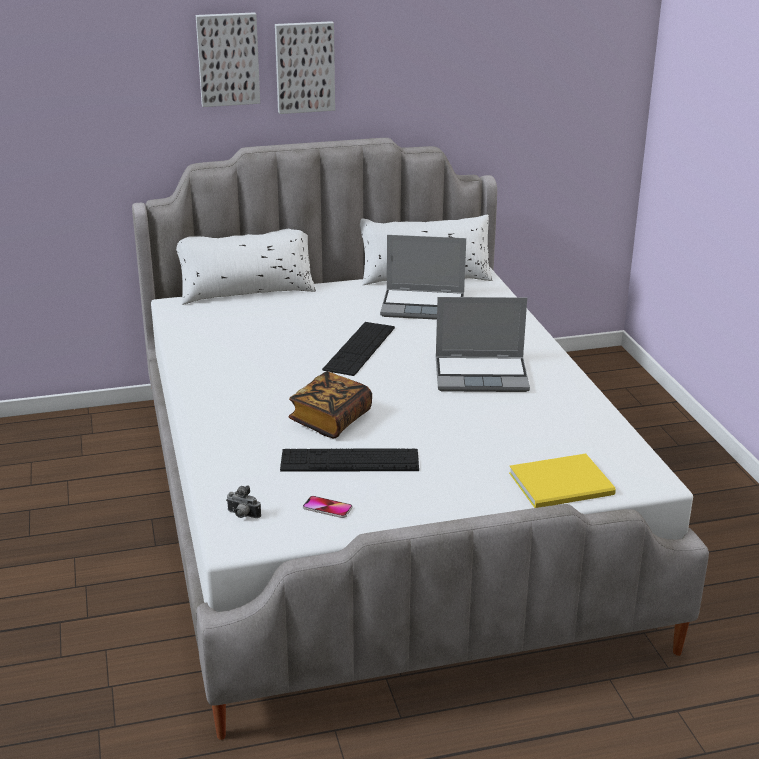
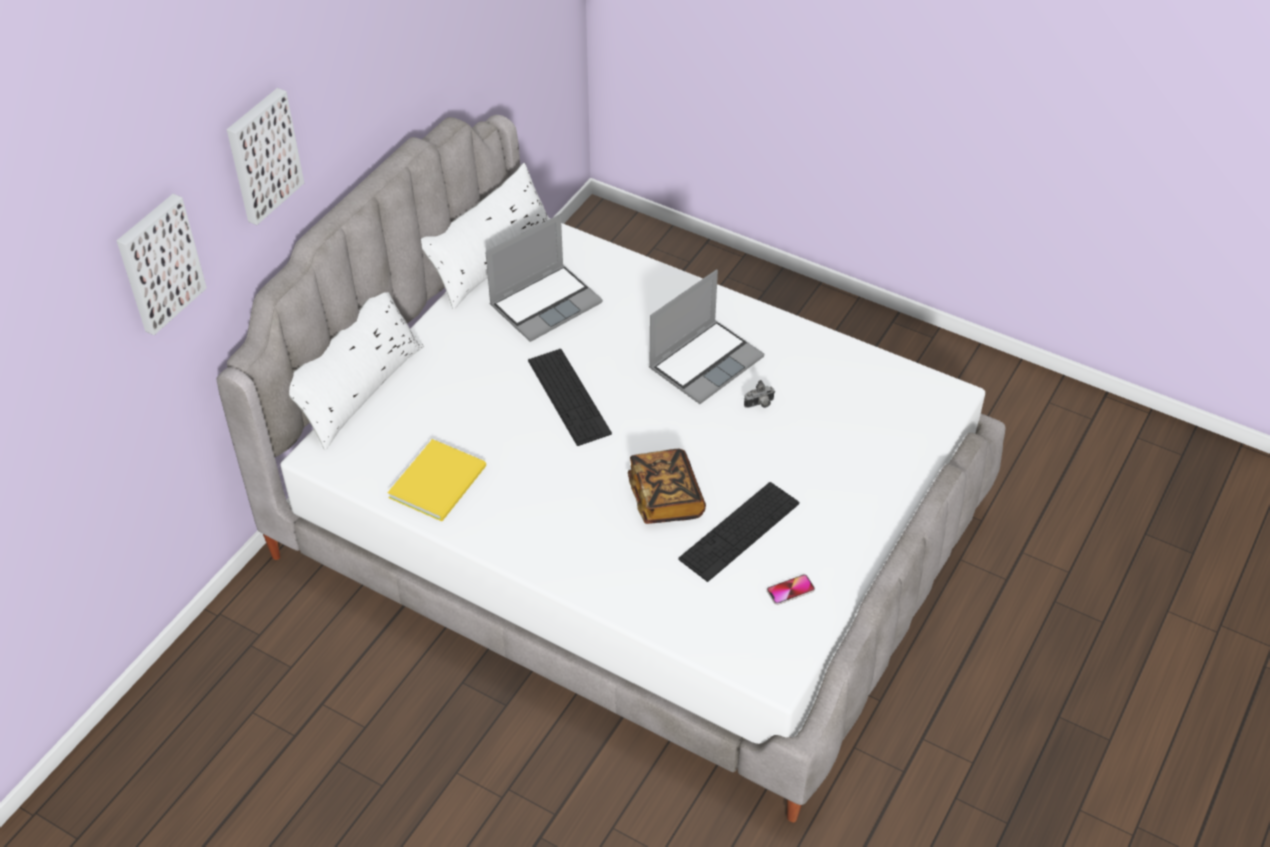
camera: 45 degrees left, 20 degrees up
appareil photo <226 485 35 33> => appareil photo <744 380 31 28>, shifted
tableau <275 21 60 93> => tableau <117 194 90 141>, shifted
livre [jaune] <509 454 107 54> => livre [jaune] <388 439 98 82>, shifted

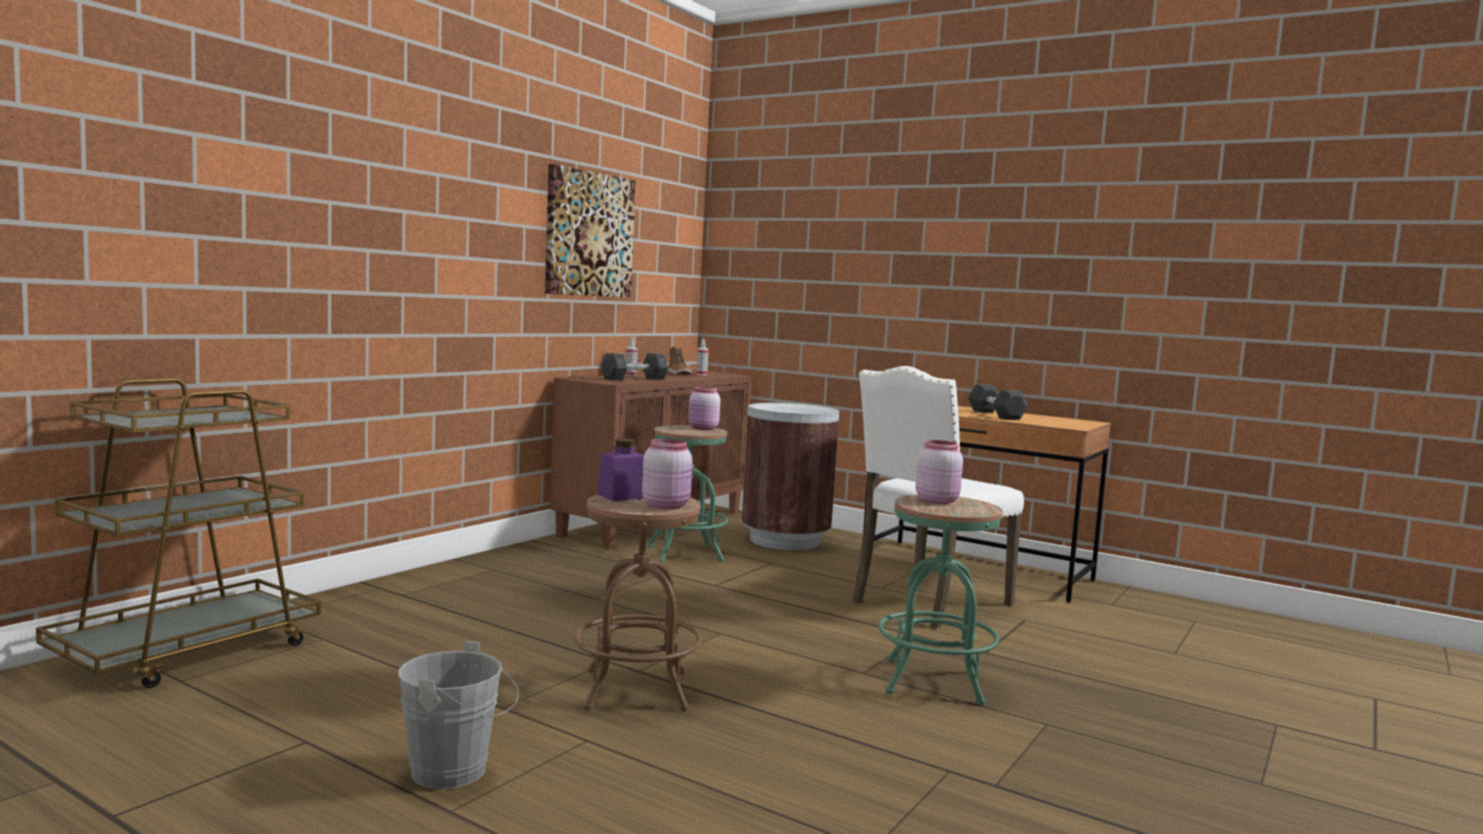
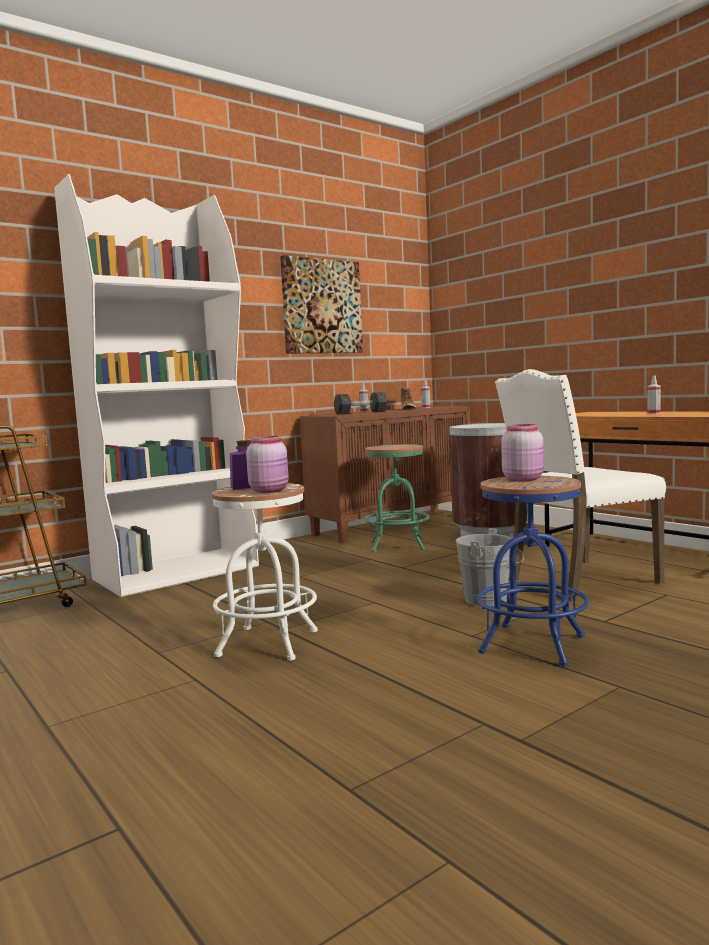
camera: 20 degrees right, 0 degrees up
seau [gris] <398 641 121 148> => seau [gris] <455 528 69 78>, shifted
tabouret [marron] <574 494 128 217> => tabouret [blanc] <211 483 107 178>
bocal [rose] <689 387 31 43> => nothing
tabouret [vert] <878 495 125 210> => tabouret [bleu] <476 476 113 190>
haltère [gris] <968 384 60 36> => vaporisateur <647 375 14 39>
nothing => bibliothèque [blanc] <54 174 205 423>

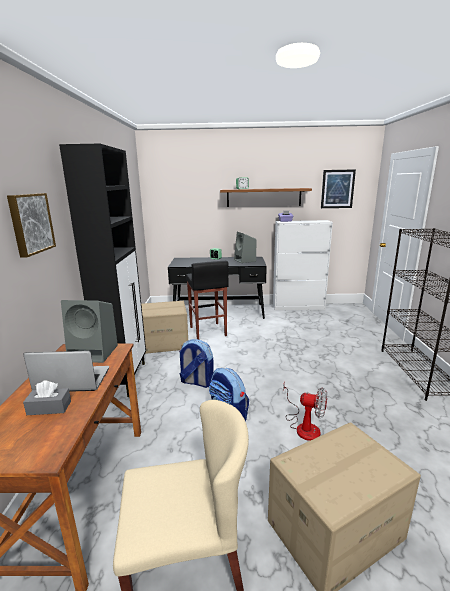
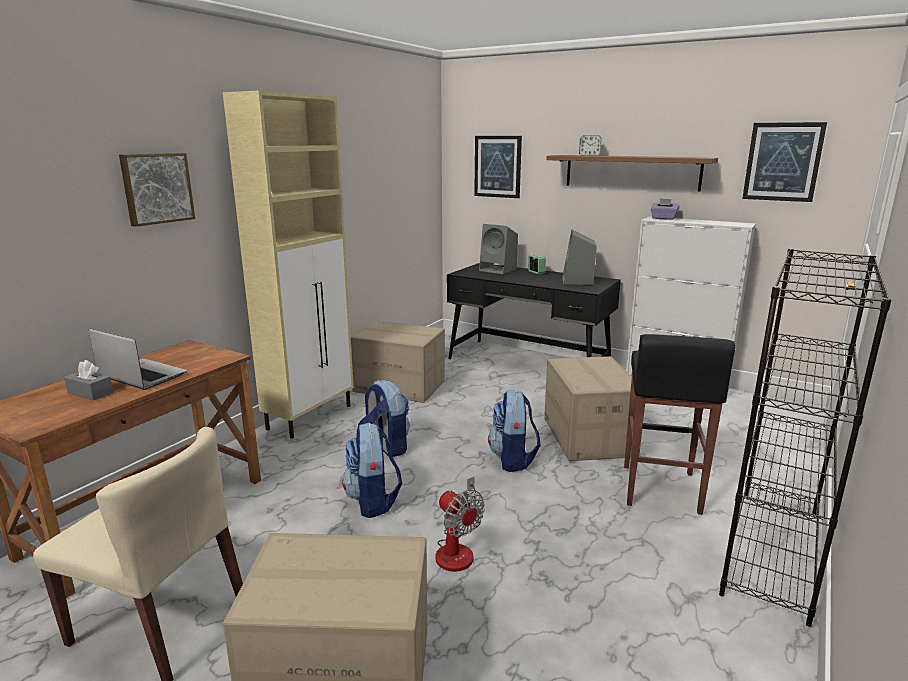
camera: 30 degrees right, 0 degrees up
meuble de rangement [noir] <59 144 87 253> => meuble de rangement [beige] <223 90 131 349>
enceinte [gris] <61 300 57 63> => enceinte [gris] <479 224 39 50>, shifted
tabouret [noir] <186 261 43 78> => tabouret [noir] <624 334 111 181>, shifted
nothing => tableau <474 136 48 62>
nothing => sac à dos <488 389 53 83>
nothing => carton <544 356 100 105>

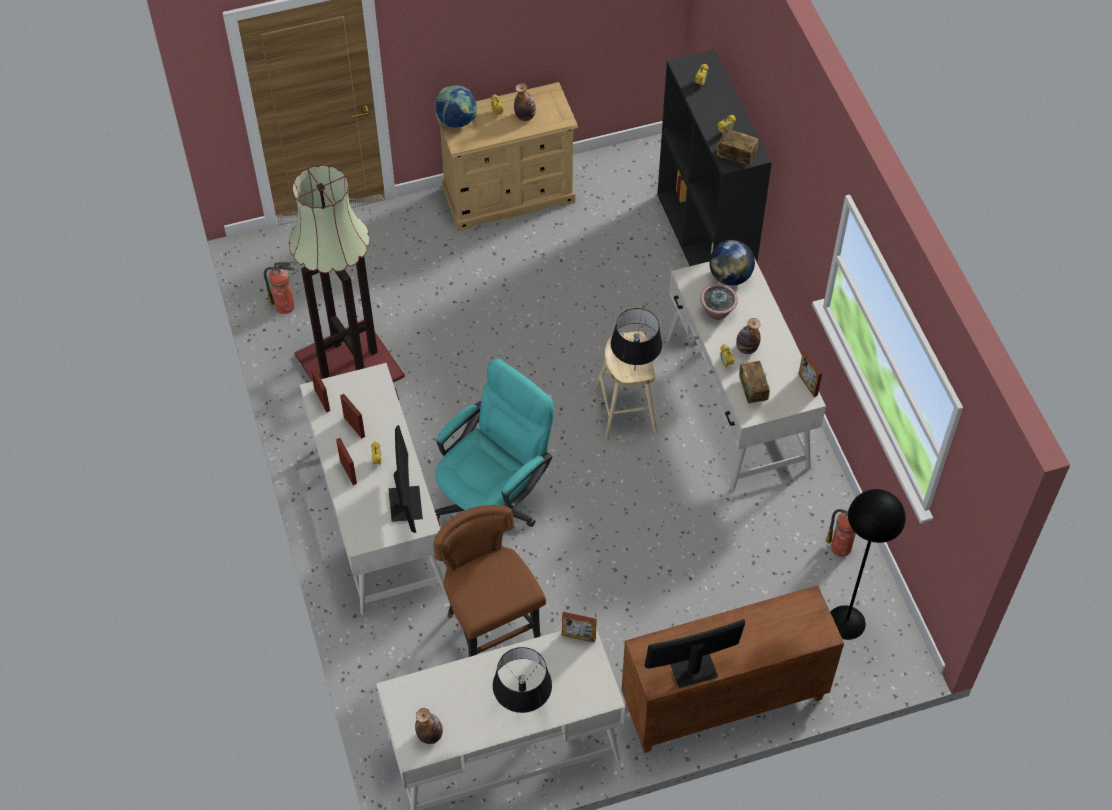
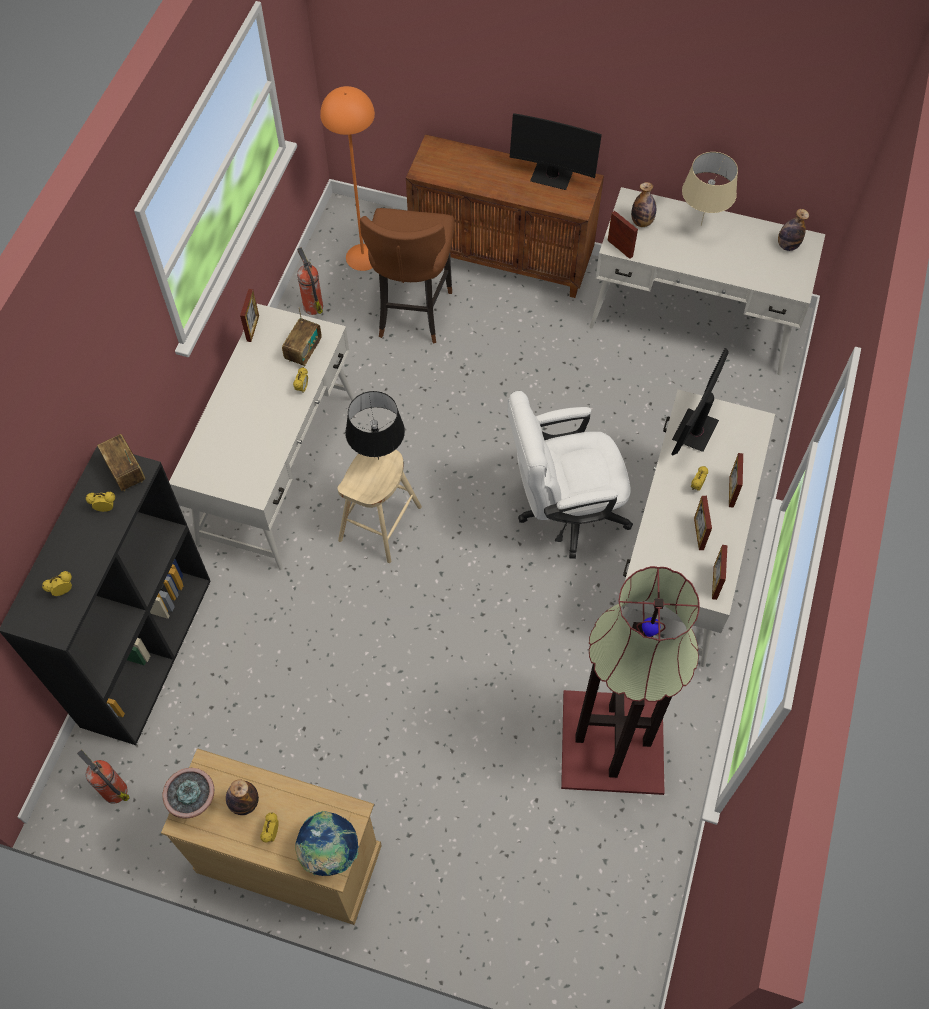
camera: 145 degrees left, 5 degrees up
extincteur <264 262 31 52> => extincteur <77 750 52 54>, shifted
tabouret [marron] <434 505 112 152> => tabouret [marron] <360 208 95 136>, shifted
chaise de bureau [turquoise] <435 359 119 168> => chaise de bureau [blanc] <508 391 125 168>
lampe de table [noir] <493 647 59 66> => lampe de table [beige] <682 152 56 73>
plante en pot <700 284 38 36> => plante en pot <162 768 52 50>, shifted
globe <709 240 46 46> => nothing
bouteille <736 318 25 36> => bouteille <631 182 25 45>, shifted
lampadaire [noir] <830 489 76 151> => lampadaire [orange] <320 86 55 185>

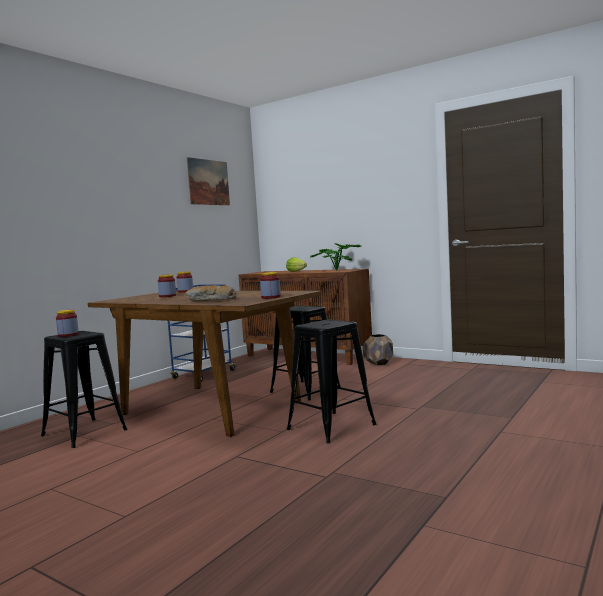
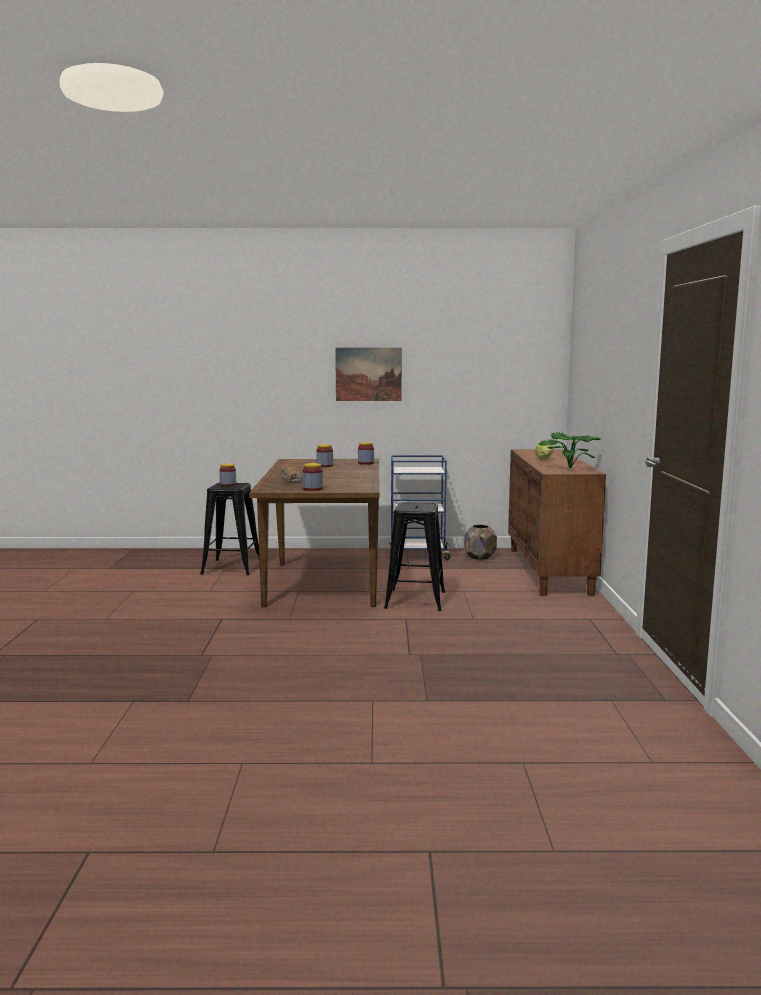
camera: 55 degrees right, 5 degrees up
tableau <187 157 43 48> => tableau <335 348 67 53>, shifted
tabouret [noir] <287 320 89 124> => nothing
cache-pot [marron] <364 334 29 31> => cache-pot [marron] <464 525 33 35>, shifted

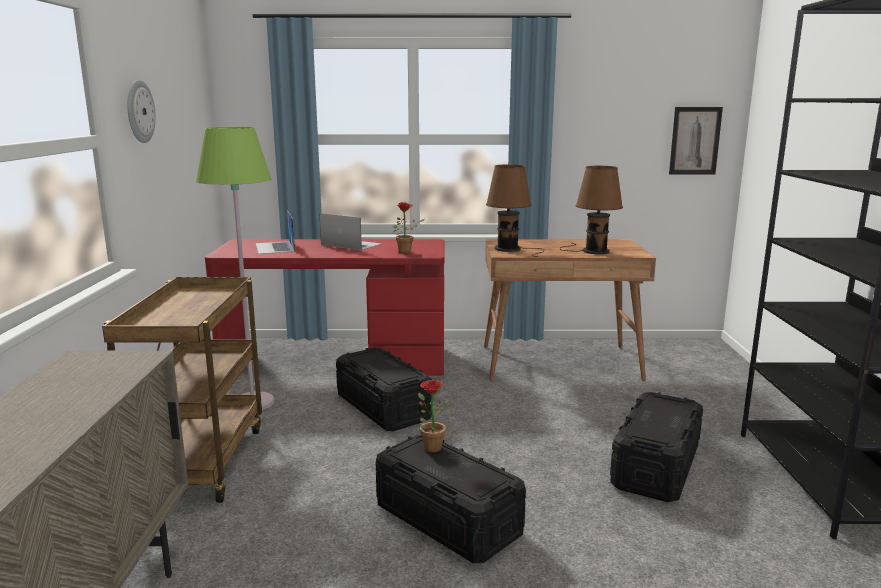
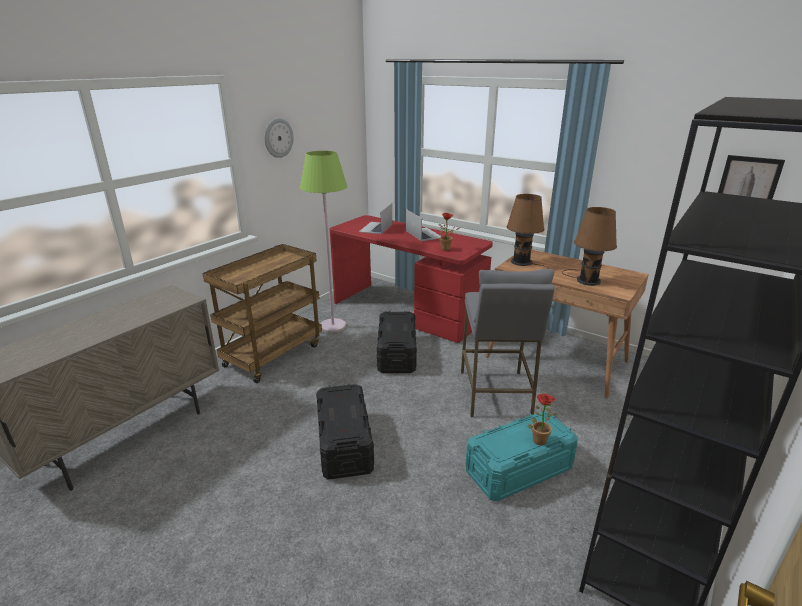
camera: 35 degrees right, 10 degrees up
plante en pot <418 380 32 73> => plante en pot <528 394 29 51>, shifted
boîte de rangement [noir] <610 392 93 110> => boîte de rangement [turquoise] <465 411 113 90>
nothing => tabouret [gris] <461 269 94 148>

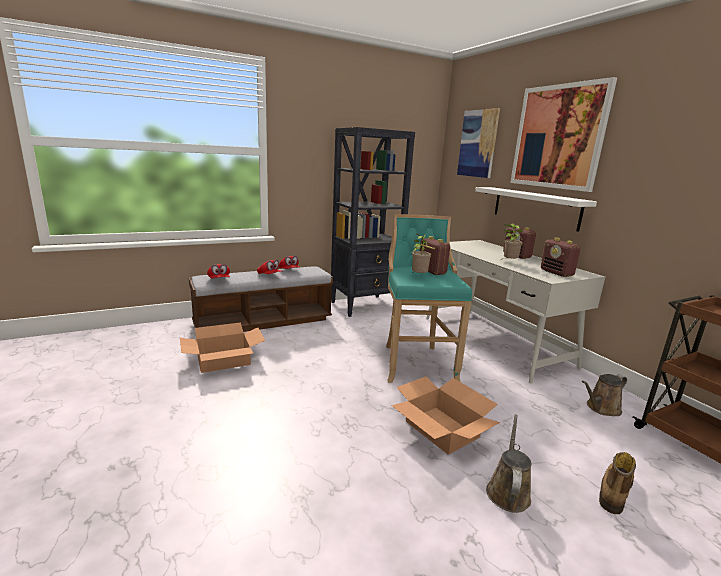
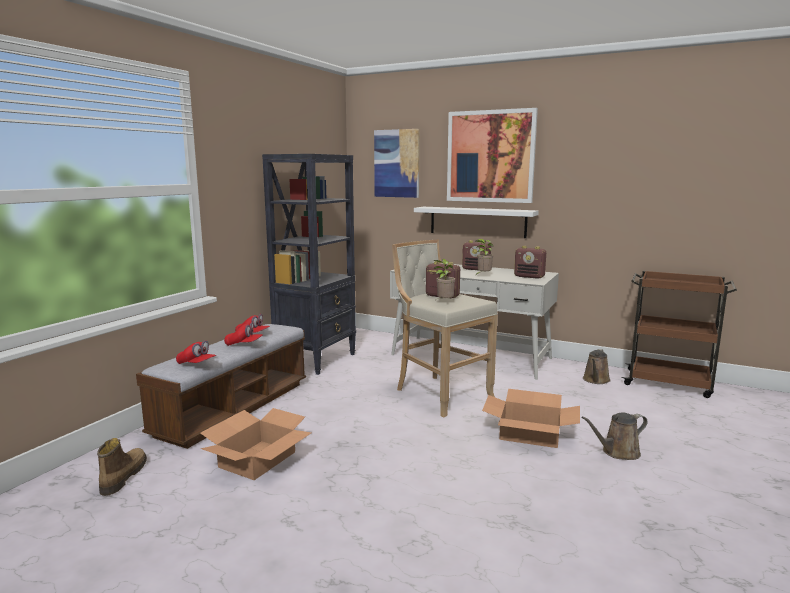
camera: 35 degrees left, 5 degrees down
tabouret [turquoise] <386 214 86 169> => tabouret [beige] <392 240 106 177>
arrosoir [marron] <486 415 45 98> => arrosoir [marron] <582 412 66 48>, 90 degrees counterclockwise
botte <599 452 37 62> => botte <97 438 50 58>, shifted

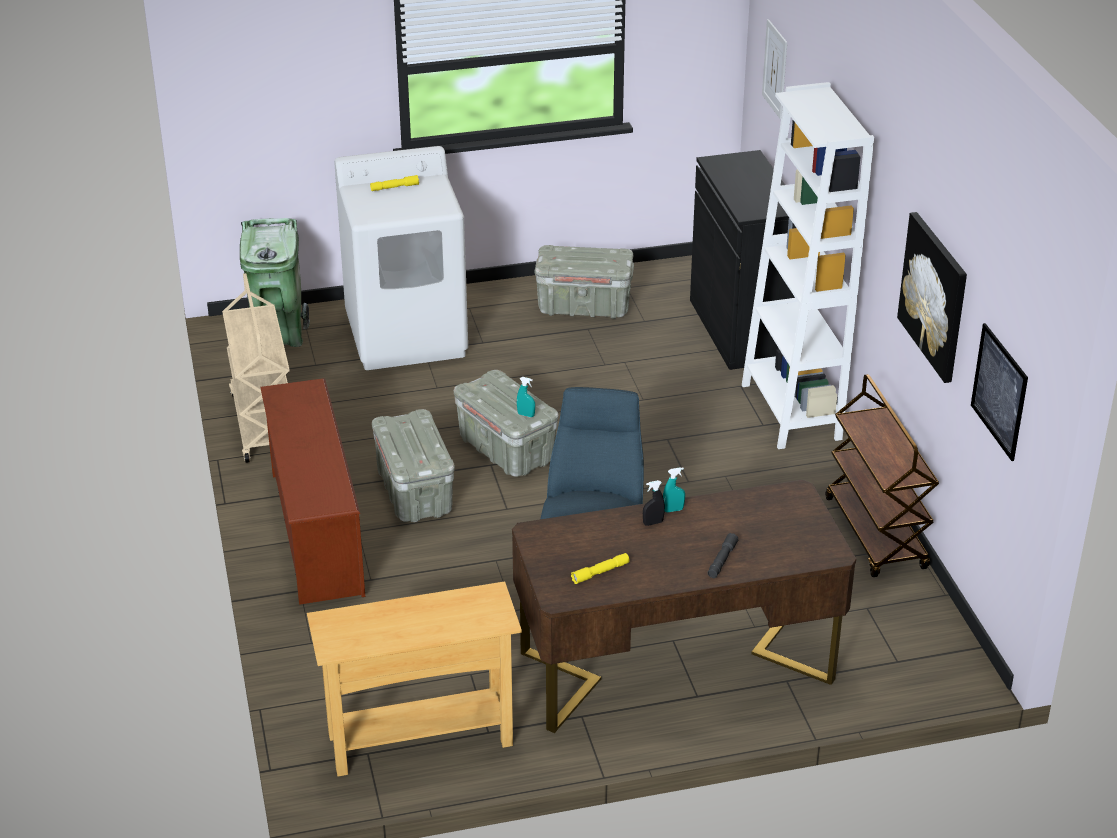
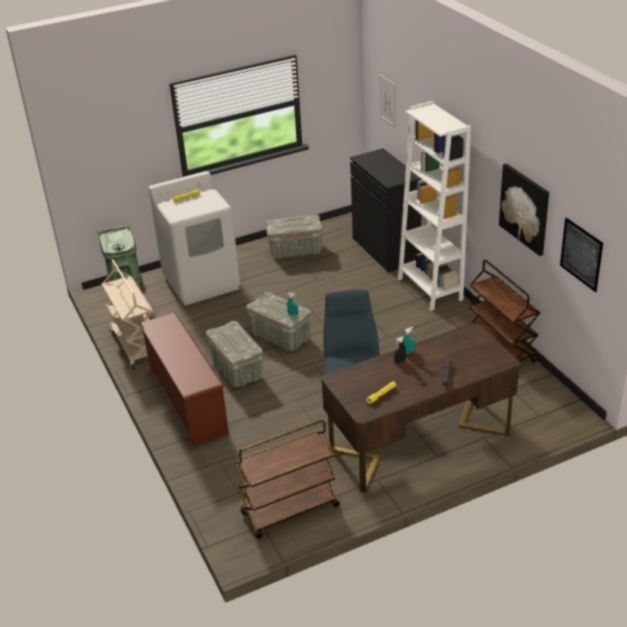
camera: 10 degrees left, 0 degrees up
table console [beige] <307 581 215 195> => chariot [marron] <235 420 105 119>

